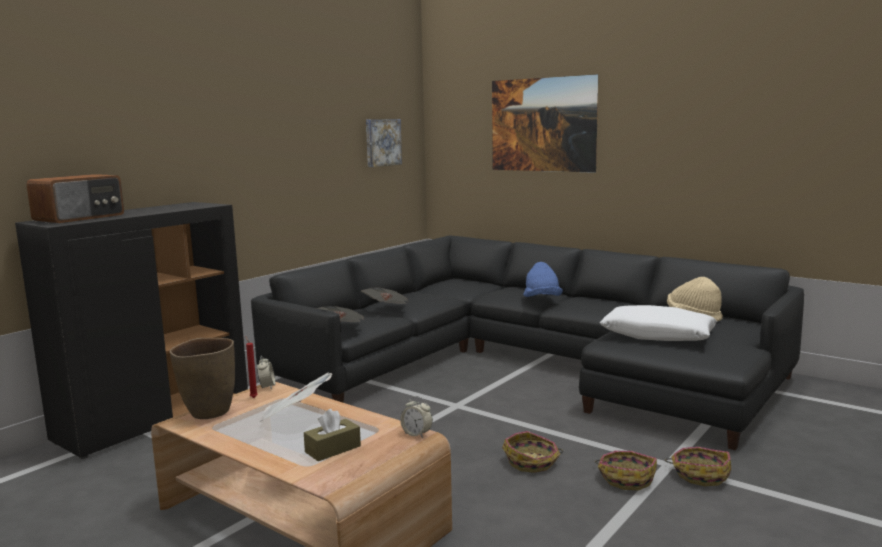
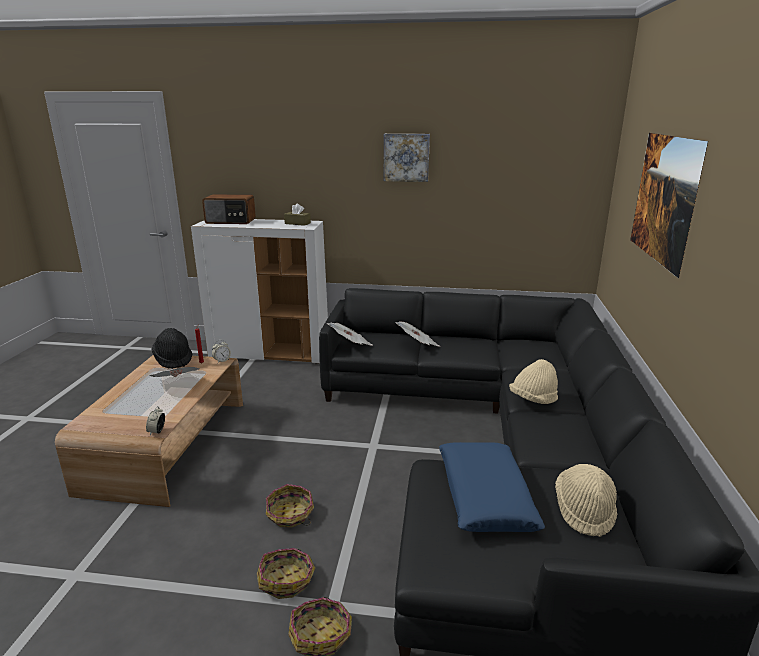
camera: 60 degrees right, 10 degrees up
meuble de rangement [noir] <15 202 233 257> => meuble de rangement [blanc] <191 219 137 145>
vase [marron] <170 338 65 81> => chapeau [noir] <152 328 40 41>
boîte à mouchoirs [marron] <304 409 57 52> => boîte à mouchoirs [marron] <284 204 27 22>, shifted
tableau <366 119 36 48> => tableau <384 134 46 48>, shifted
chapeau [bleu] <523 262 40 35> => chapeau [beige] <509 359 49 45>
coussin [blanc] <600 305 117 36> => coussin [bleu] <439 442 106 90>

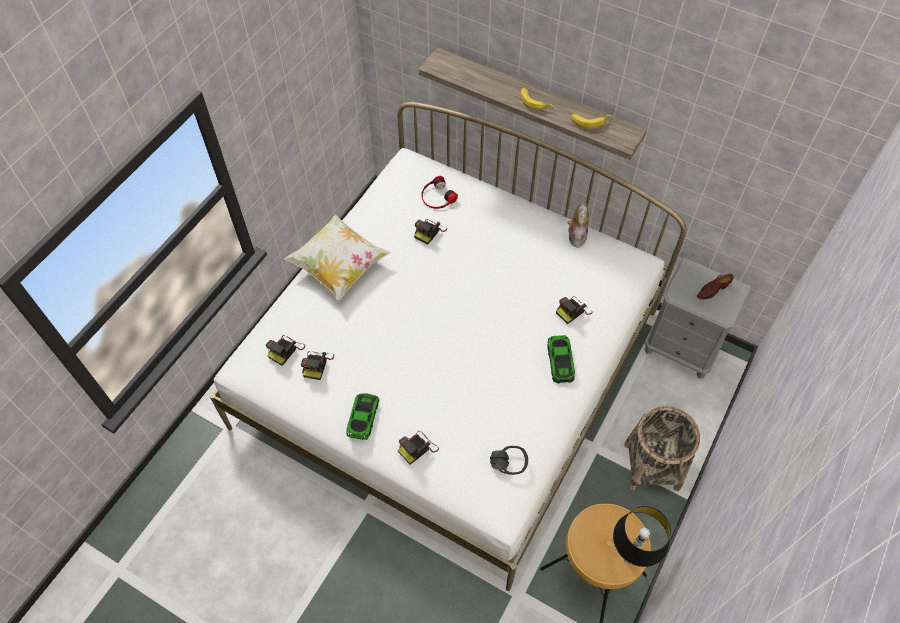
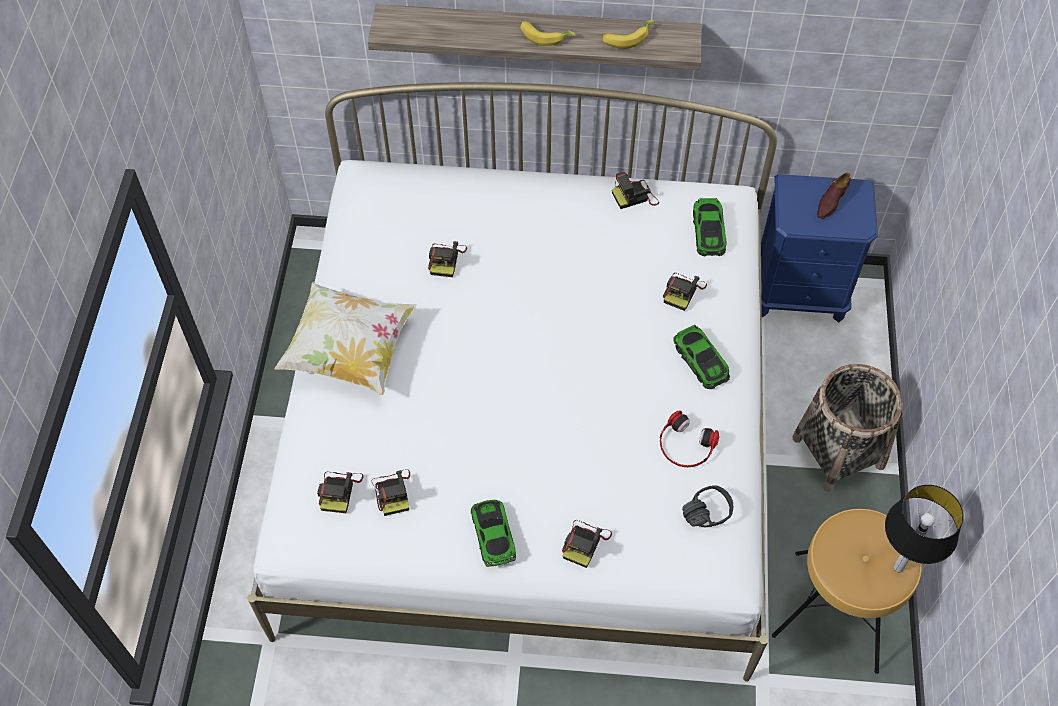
camera: 25 degrees left, 0 degrees up
casque audio <422 176 36 33> => casque audio <660 410 59 57>, shifted
peluche <568 201 21 47> => appareil photo <612 172 47 37>
table de chevet [gris] <644 258 108 121> => table de chevet [bleu] <761 174 117 149>
nothing => petite voiture <693 198 33 58>

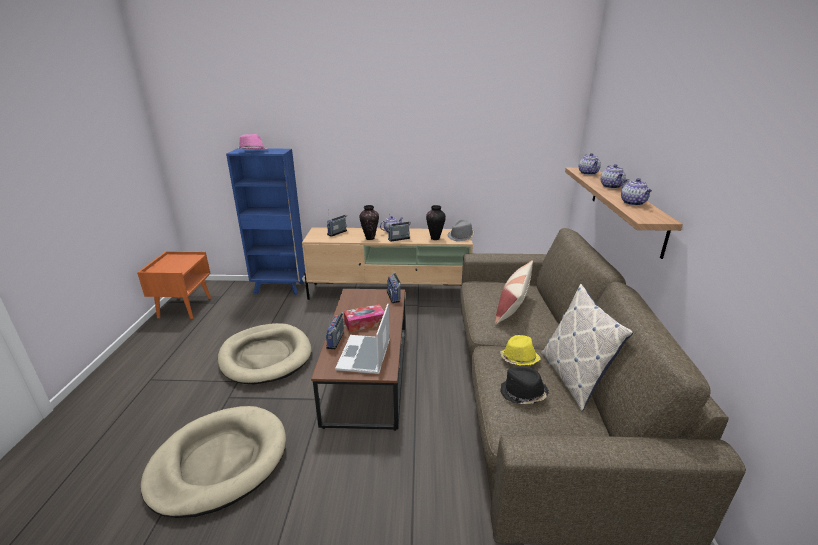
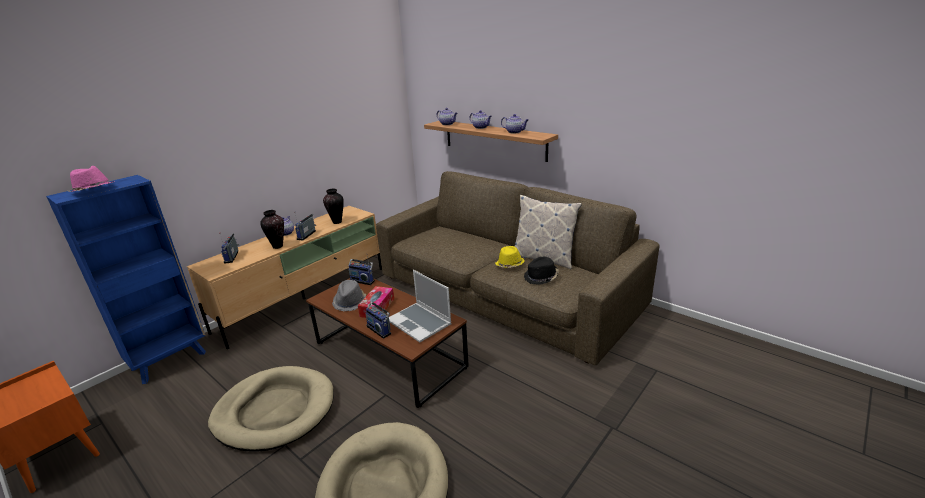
camera: 50 degrees left, 0 degrees up
chapeau [gris] <447 220 27 21> => chapeau [gris] <332 280 34 31>, shifted
coussin <495 260 38 65> => nothing

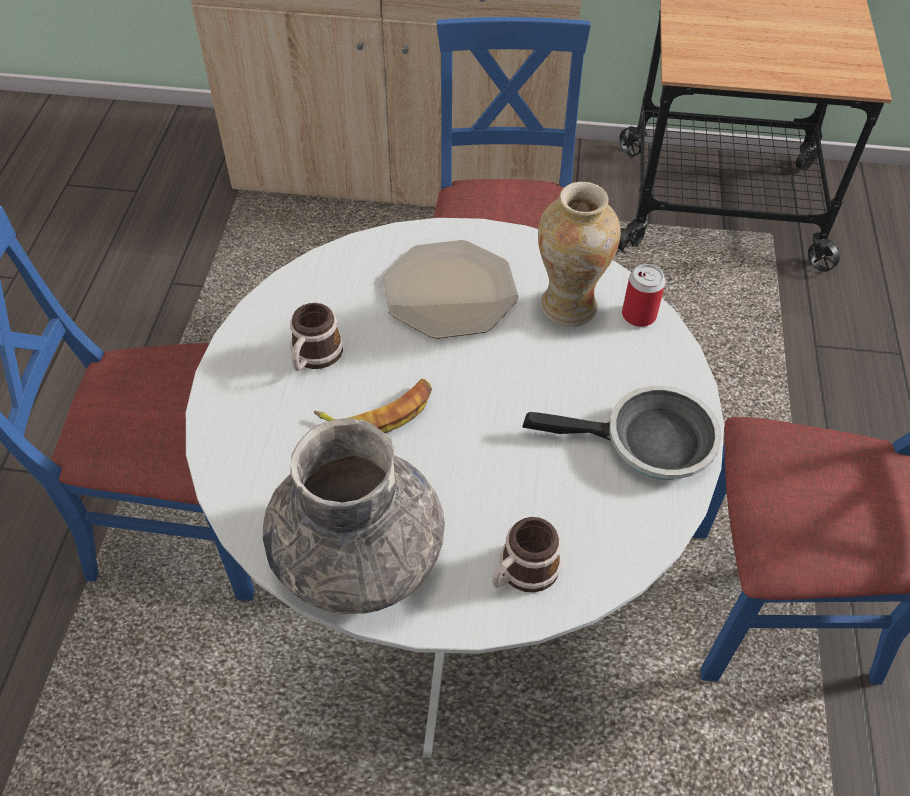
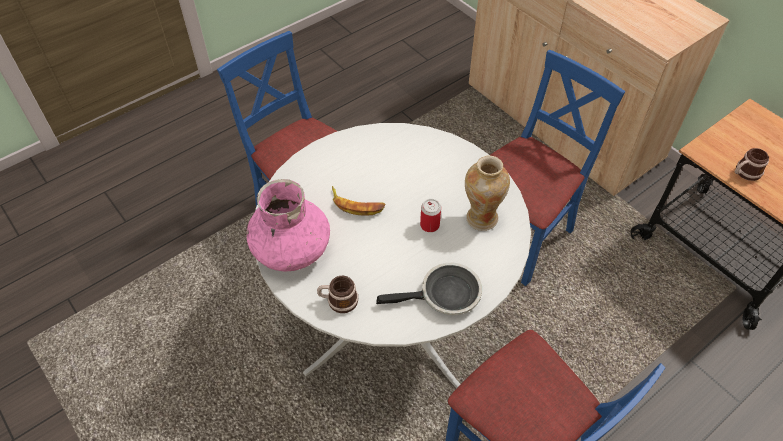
camera: 45 degrees right, 0 degrees up
vase [gris] <263 418 182 196> => vase [rose] <247 179 83 93>
mug <290 303 53 68> => mug <735 148 34 33>, shifted
assiette <383 240 136 99> => nothing
poêle <522 386 199 94> => poêle <376 263 106 52>, 60 degrees counterclockwise
boîte métallique <622 264 44 63> => boîte métallique <420 199 21 33>, shifted

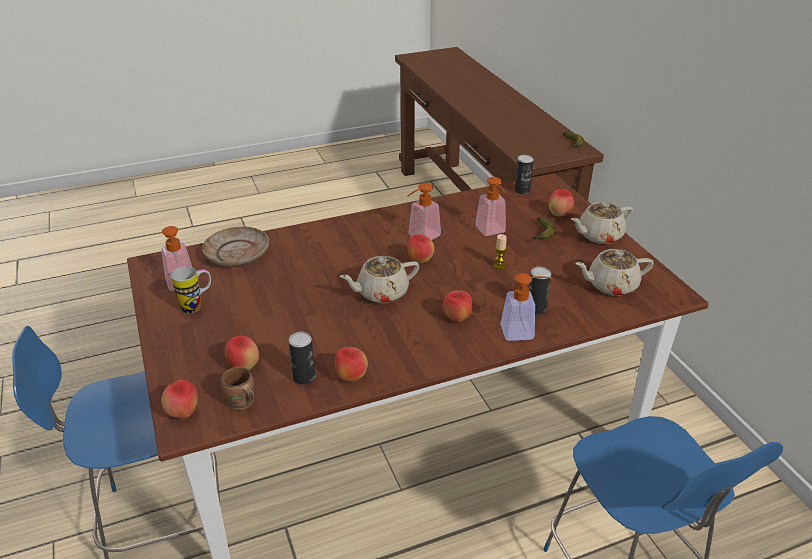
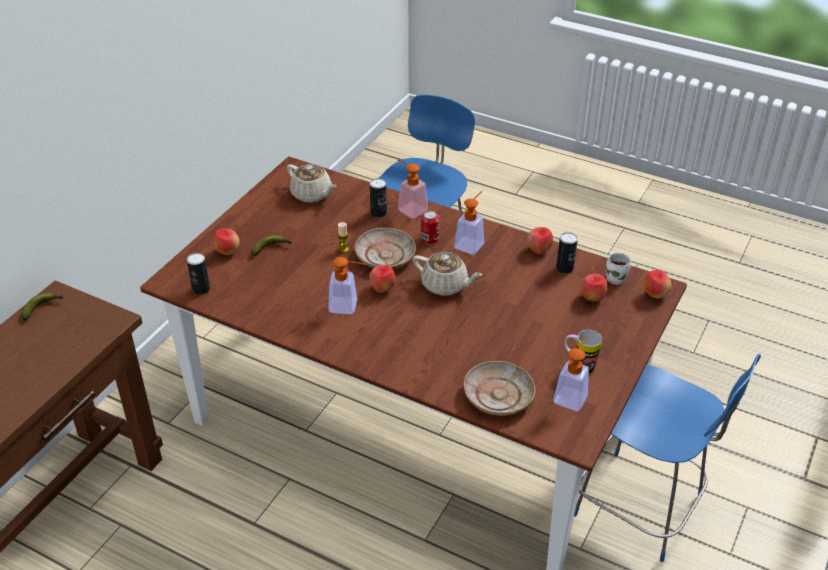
camera: 130 degrees left, 5 degrees up
mug [marron] <221 367 33 43> => mug [blanc] <606 252 25 32>
pomme <443 290 30 32> => boîte métallique <421 211 19 33>
distributeur de savon <475 177 31 59> => distributeur de savon <454 191 30 64>, shifted
théière [beige] <571 202 62 42> => nothing
nothing => assiette [beige] <355 228 61 41>

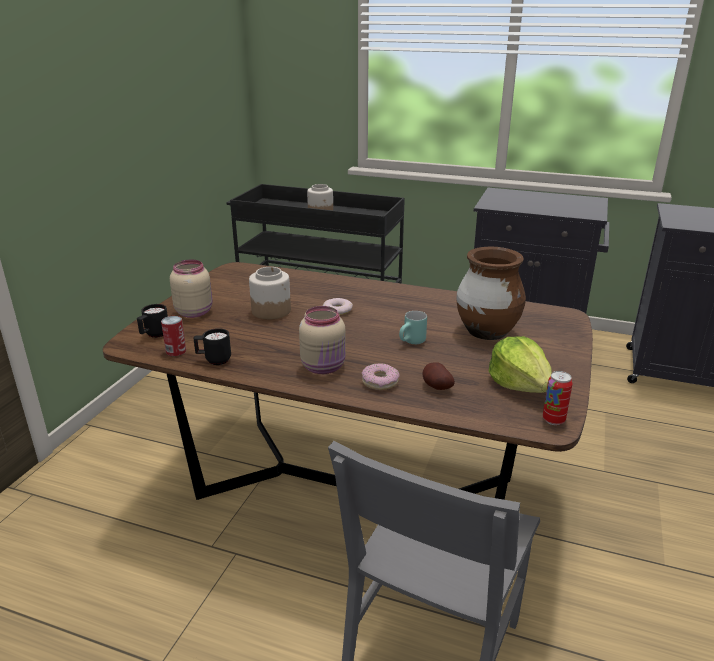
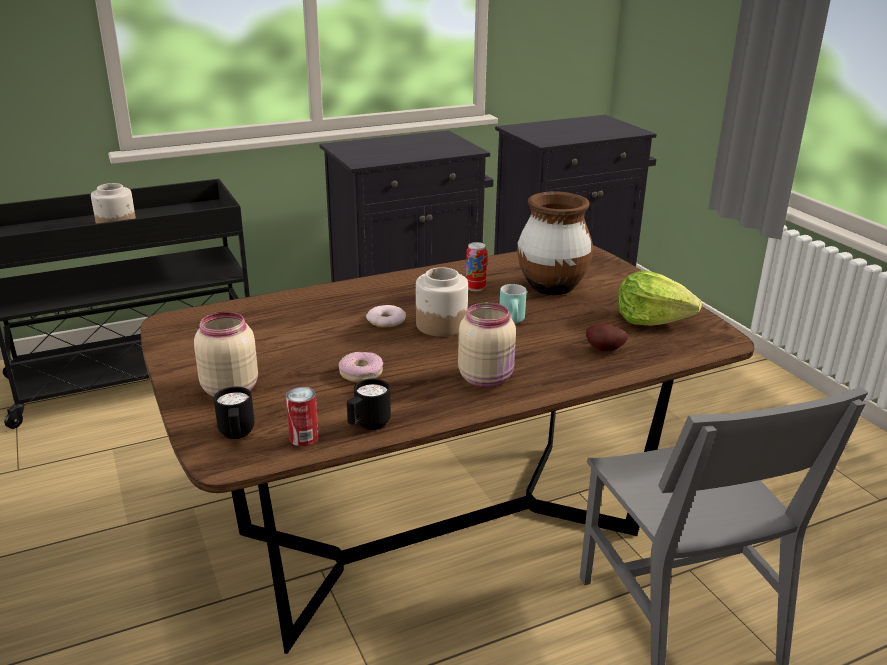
camera: 45 degrees left, 0 degrees up
bocal <249 267 42 52> => bocal <416 267 52 70>, shifted
beignet <362 363 38 27> => beignet <339 352 44 30>, shifted
boîte métallique <543 371 29 54> => boîte métallique <466 242 21 49>, shifted

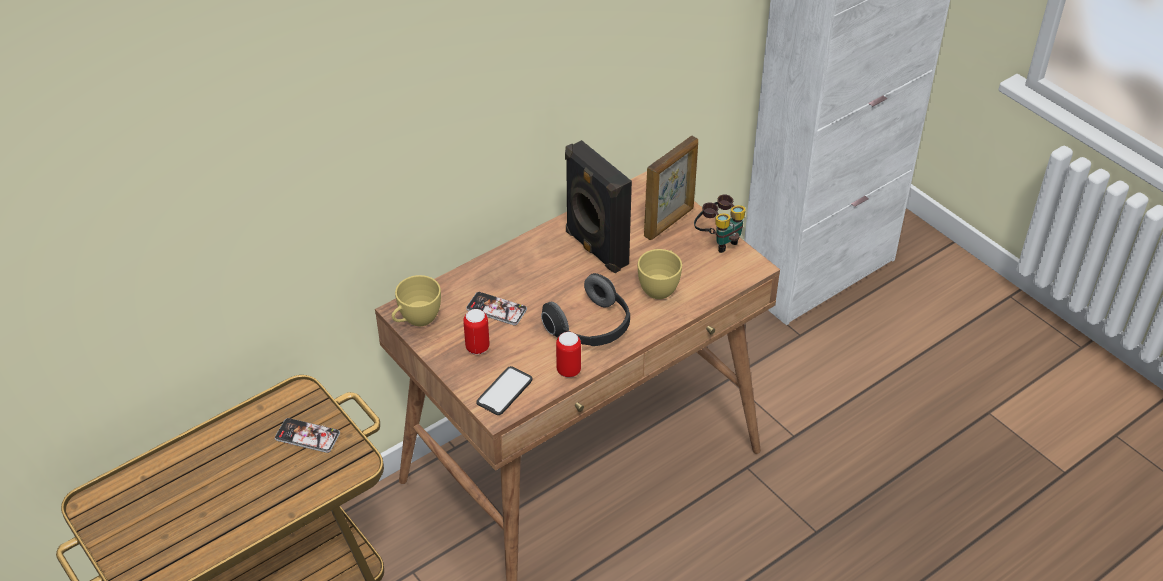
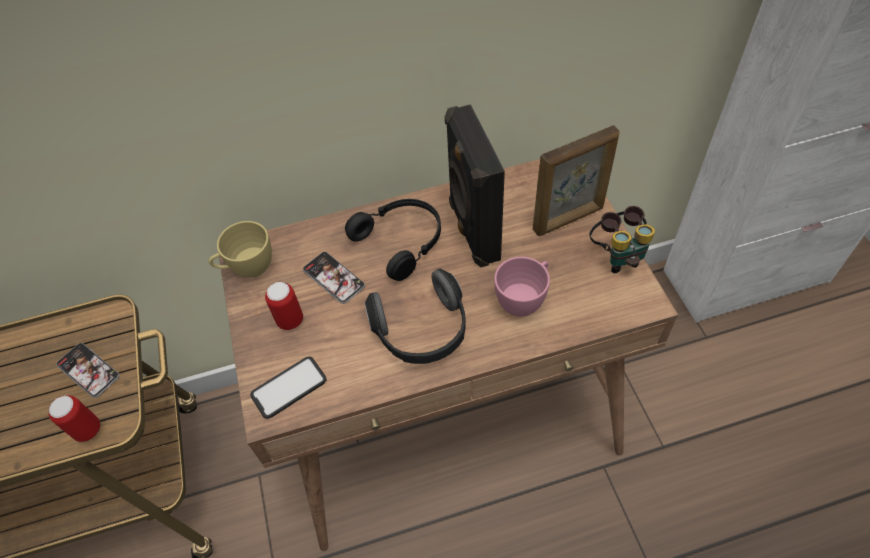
camera: 25 degrees right, 10 degrees up
boîte métallique <556 332 25 45> => boîte métallique <49 395 51 47>, shifted
tasse [jaune] <638 249 44 50> => tasse [rose] <494 257 56 60>
nothing => casque audio [noir] <345 199 96 82>

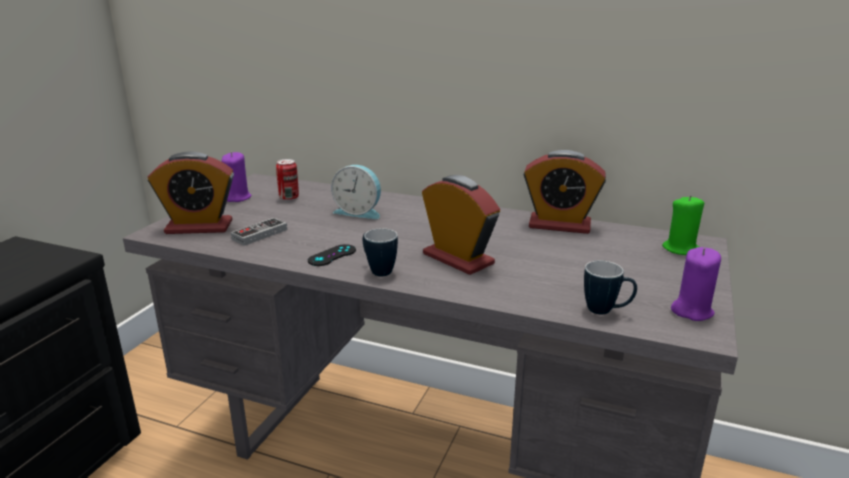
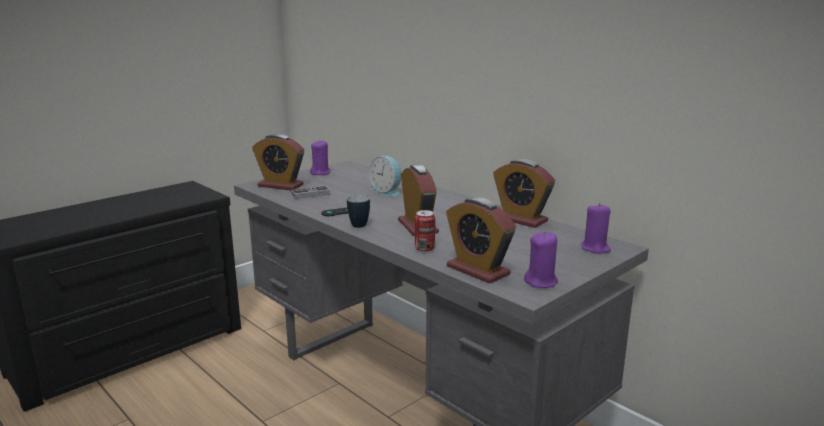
camera: 25 degrees right, 5 degrees down
boîte métallique <276 159 23 42> => boîte métallique <415 210 20 42>, shifted
mug <584 261 53 54> => réveil <446 197 70 87>
bougie [vert] <662 195 42 60> => bougie [violet] <581 203 30 51>

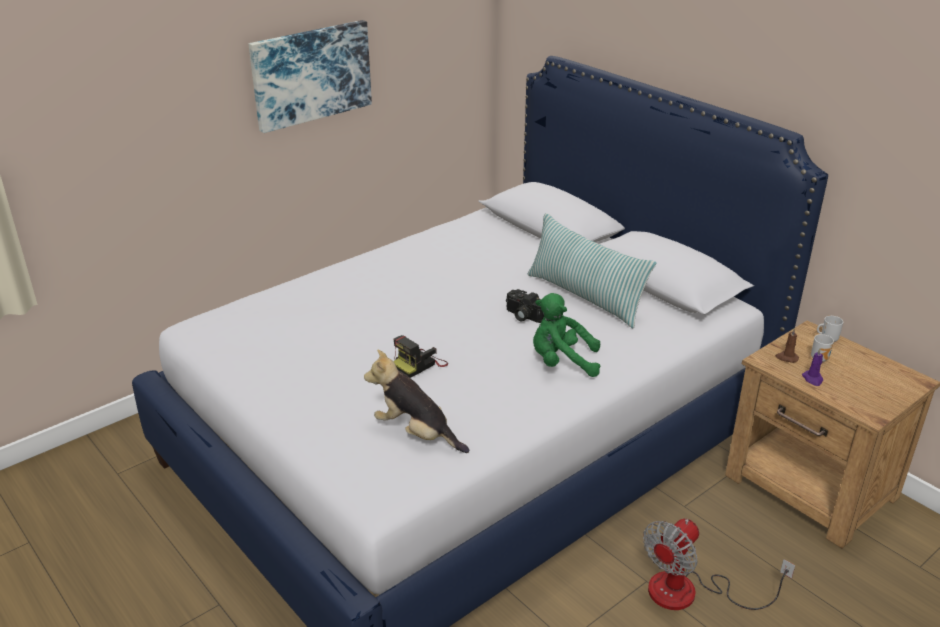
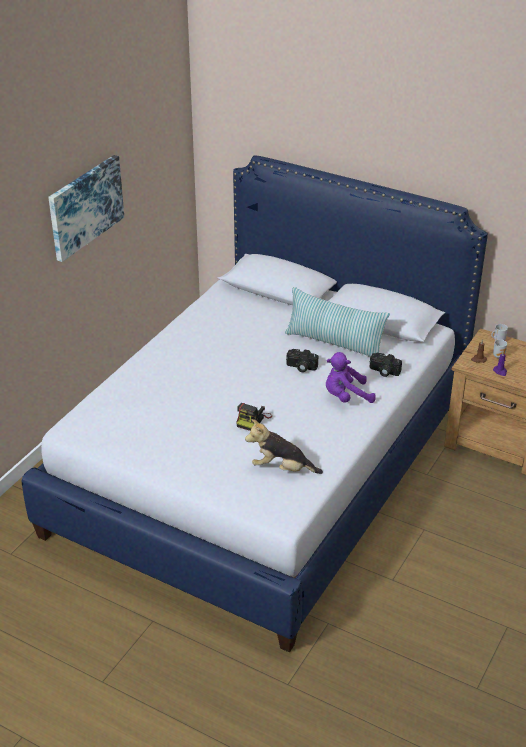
camera: 20 degrees left, 5 degrees up
peluche [vert] <533 293 67 84> => peluche [violet] <326 352 50 51>
ventilateur <643 519 152 91> => nothing
nothing => appareil photo <370 352 32 25>

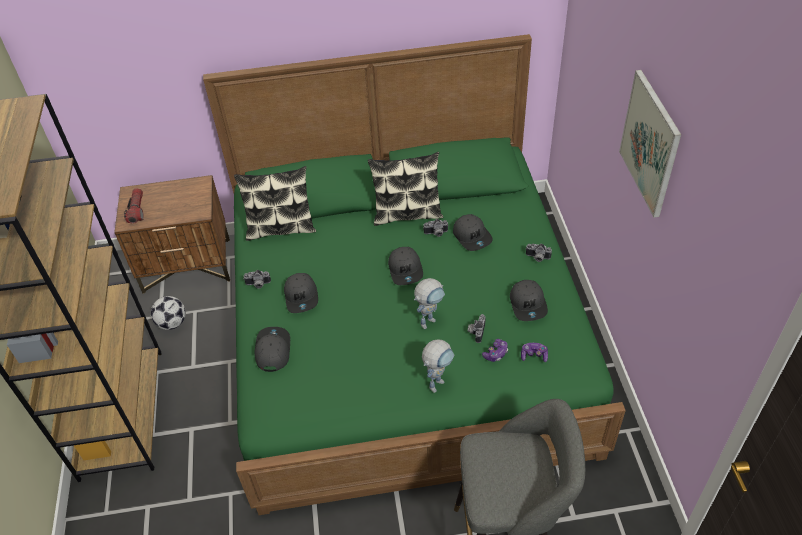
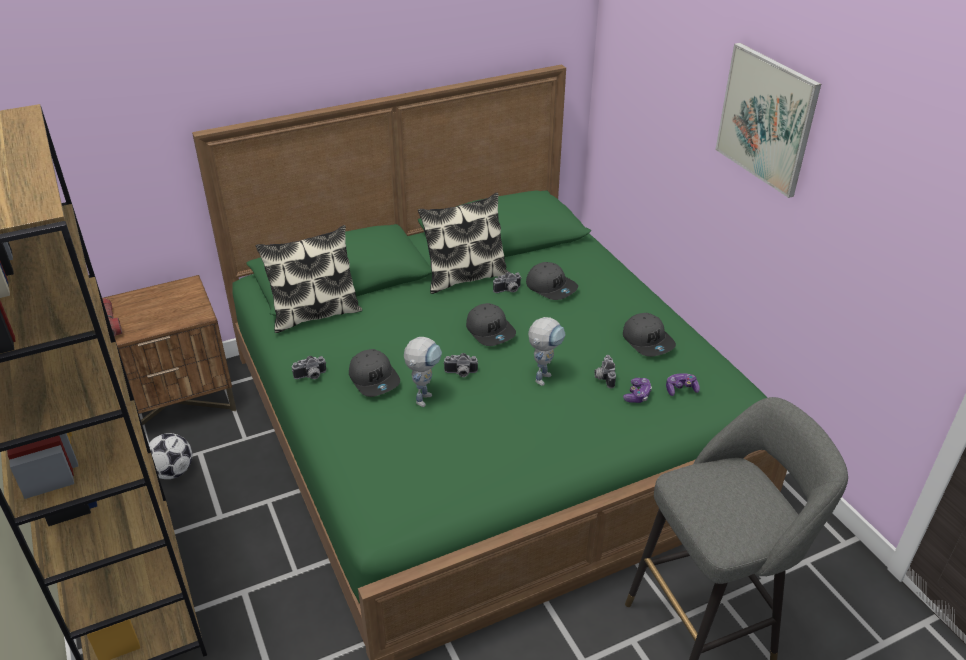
camera: 20 degrees left, 10 degrees down
casquette [gris] <254 327 36 45> => nothing
robot jouet <422 339 33 54> => robot jouet <404 337 38 70>, shifted
appareil photo <526 244 26 18> => appareil photo <443 353 35 24>, shifted

